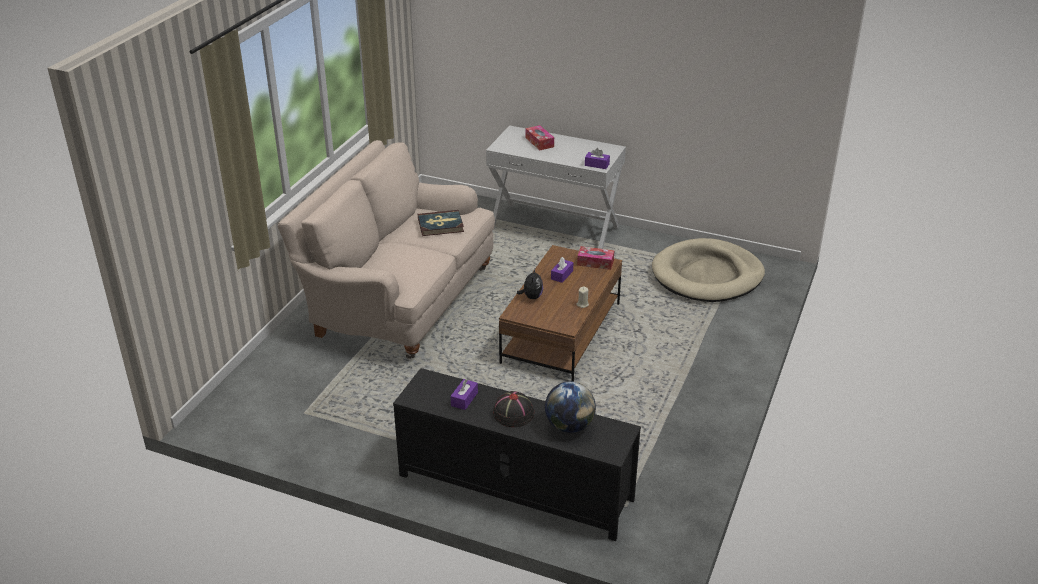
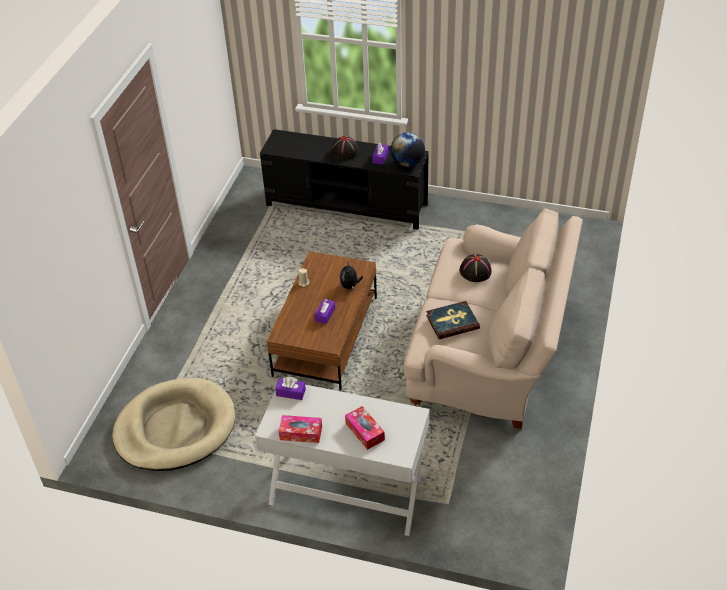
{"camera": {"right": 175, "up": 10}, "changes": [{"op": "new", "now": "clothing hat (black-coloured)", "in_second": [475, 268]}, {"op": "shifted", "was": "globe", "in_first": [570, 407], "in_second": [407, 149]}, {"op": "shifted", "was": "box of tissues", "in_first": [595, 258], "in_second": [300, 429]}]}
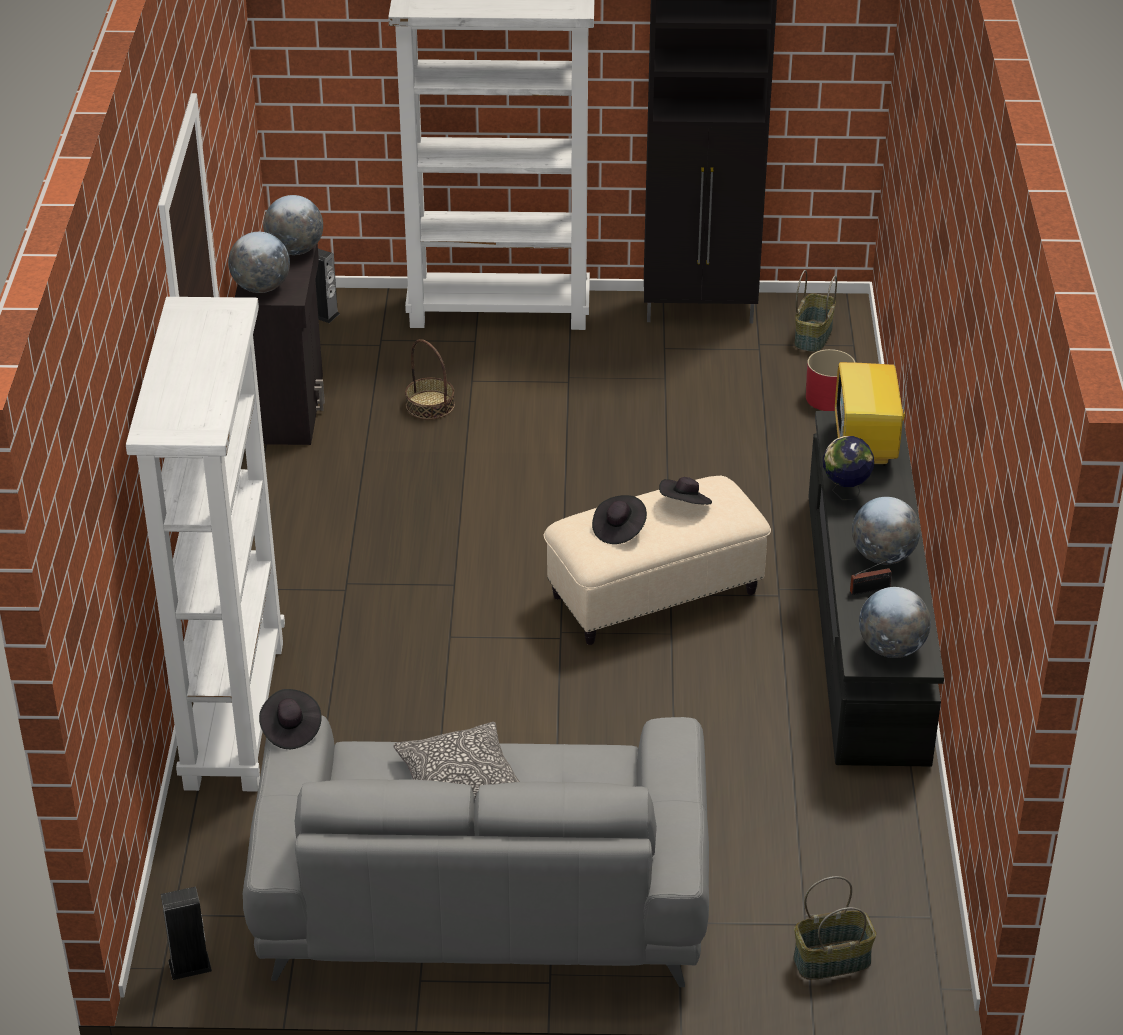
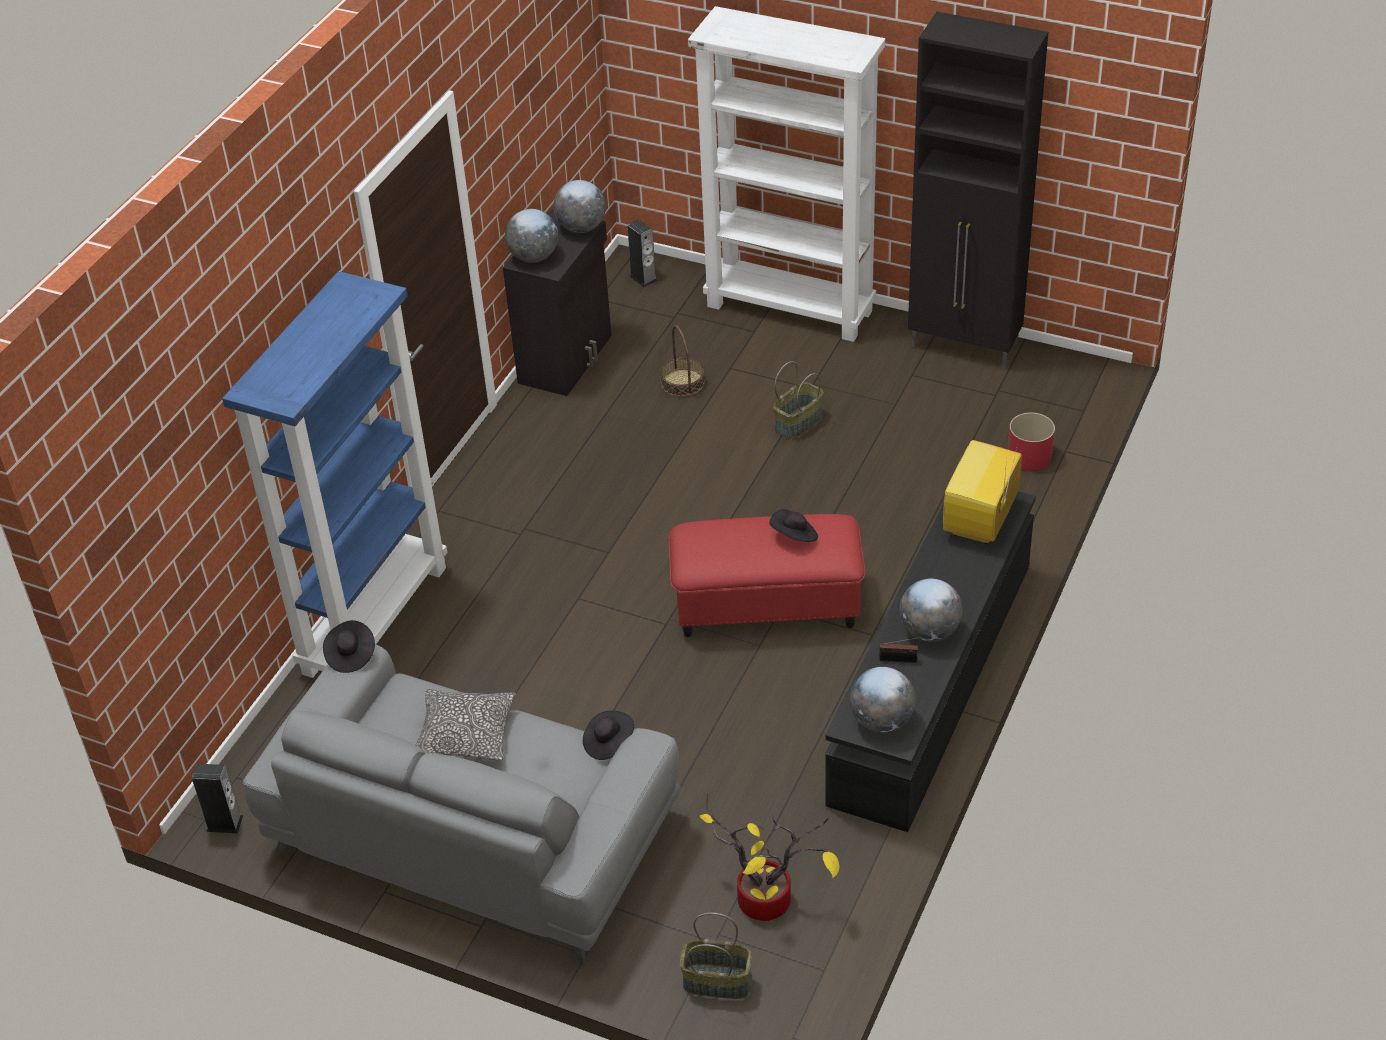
{"camera": {"right": 25, "up": 5}, "changes": [{"op": "gone", "was": "globe", "in_first": [848, 468]}, {"op": "new", "now": "potted plant", "in_second": [769, 857]}, {"op": "shifted", "was": "clothing hat (black-coloured)", "in_first": [619, 519], "in_second": [608, 735]}, {"op": "shifted", "was": "household basket", "in_first": [815, 311], "in_second": [798, 400]}, {"op": "repainted", "was": "bookshelf (white-coloured)", "now": "bookshelf (blue)", "in_first": [205, 544], "in_second": [335, 474]}, {"op": "repainted", "was": "pouffe (sand-coloured)", "now": "pouffe (red)", "in_first": [657, 560], "in_second": [767, 575]}]}
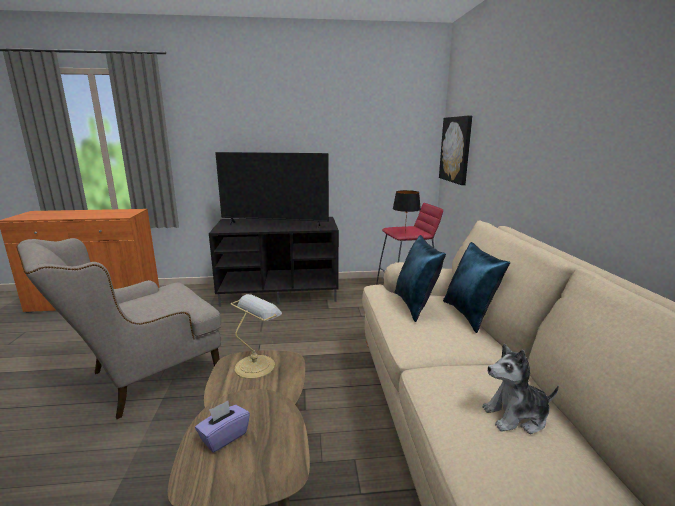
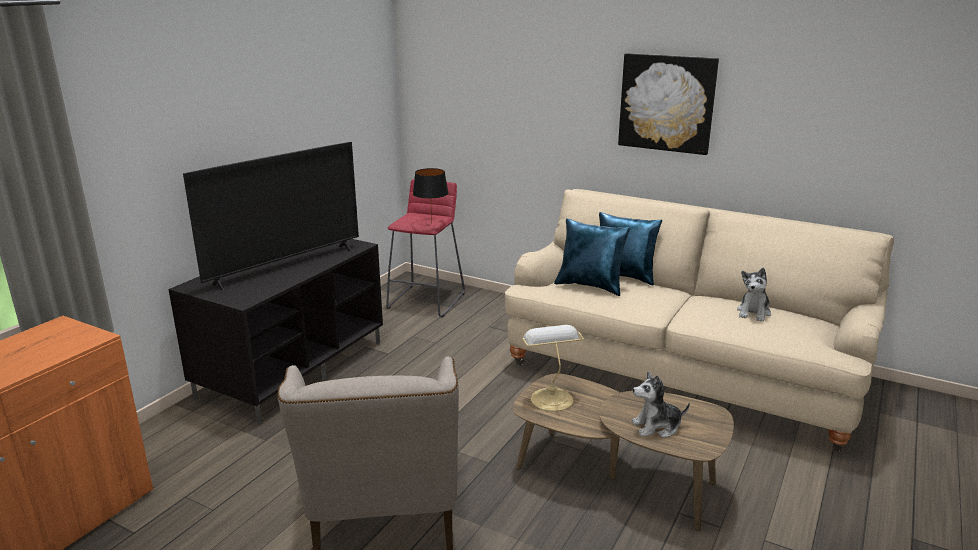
{"camera": {"right": -55, "up": 5}, "changes": [{"op": "shifted", "was": "wall picture", "in_first": [455, 150], "in_second": [668, 104]}, {"op": "swapped", "was": "box of tissues (purplish)", "now": "cuddly toy", "in_first": [222, 427], "in_second": [660, 404]}]}
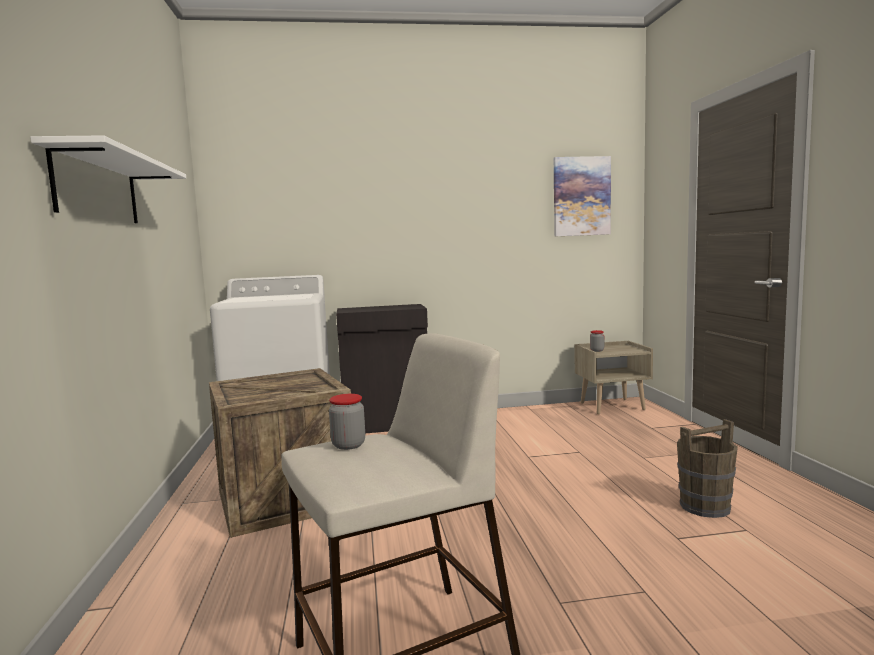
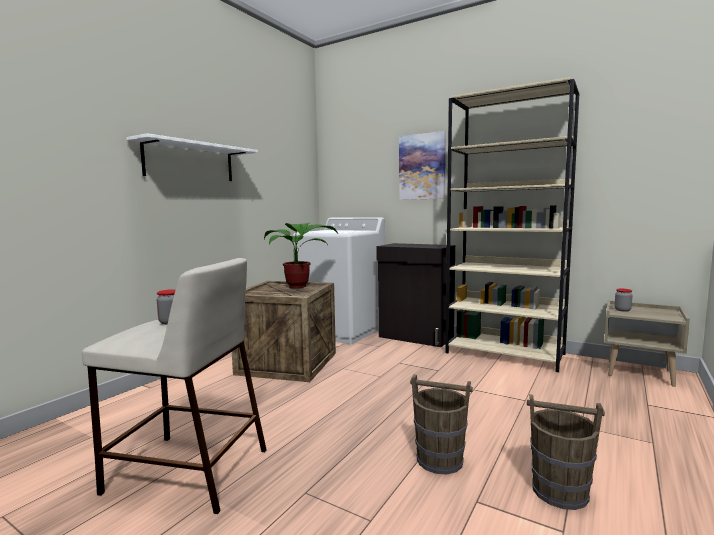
{"camera": {"right": 40, "up": 0}, "changes": [{"op": "new", "now": "potted plant", "in_second": [301, 255]}, {"op": "new", "now": "bucket (brown-coloured)", "in_second": [441, 424]}, {"op": "new", "now": "bookshelf (sand-coloured)", "in_second": [512, 224]}, {"op": "shifted", "was": "wall picture", "in_first": [582, 196], "in_second": [422, 165]}]}
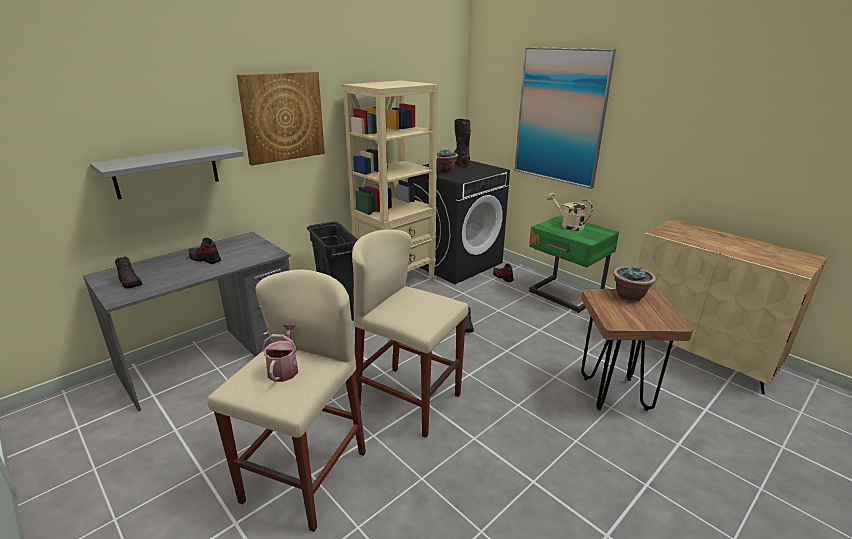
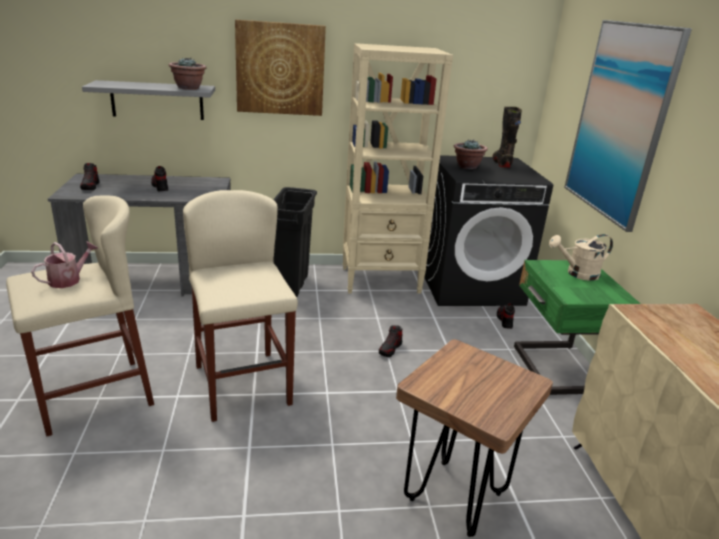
{"camera": {"right": 35, "up": 0}, "changes": [{"op": "shifted", "was": "potted plant", "in_first": [634, 283], "in_second": [187, 74]}, {"op": "rotated", "was": "sprinkling can (sand-coloured)", "in_first": [570, 212], "in_second": [581, 257], "clockwise": -90}]}
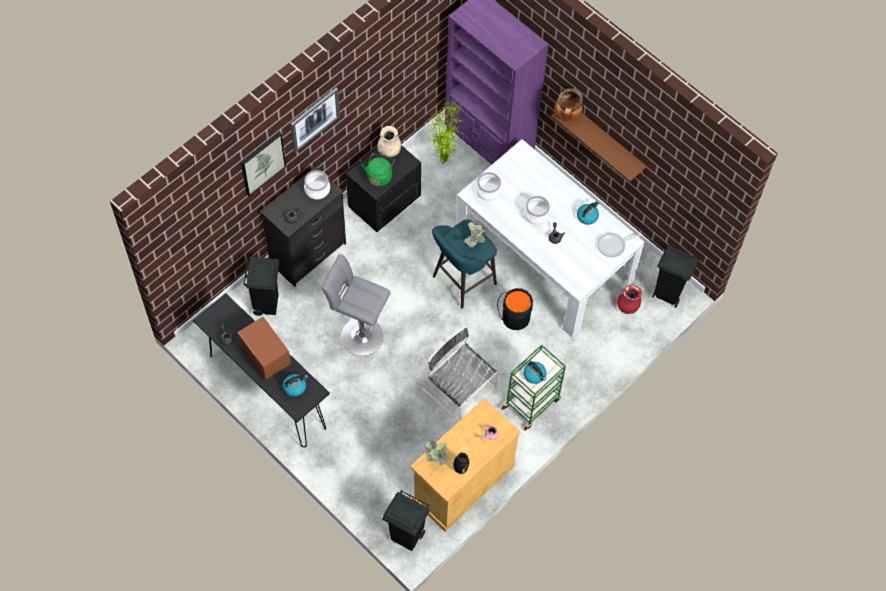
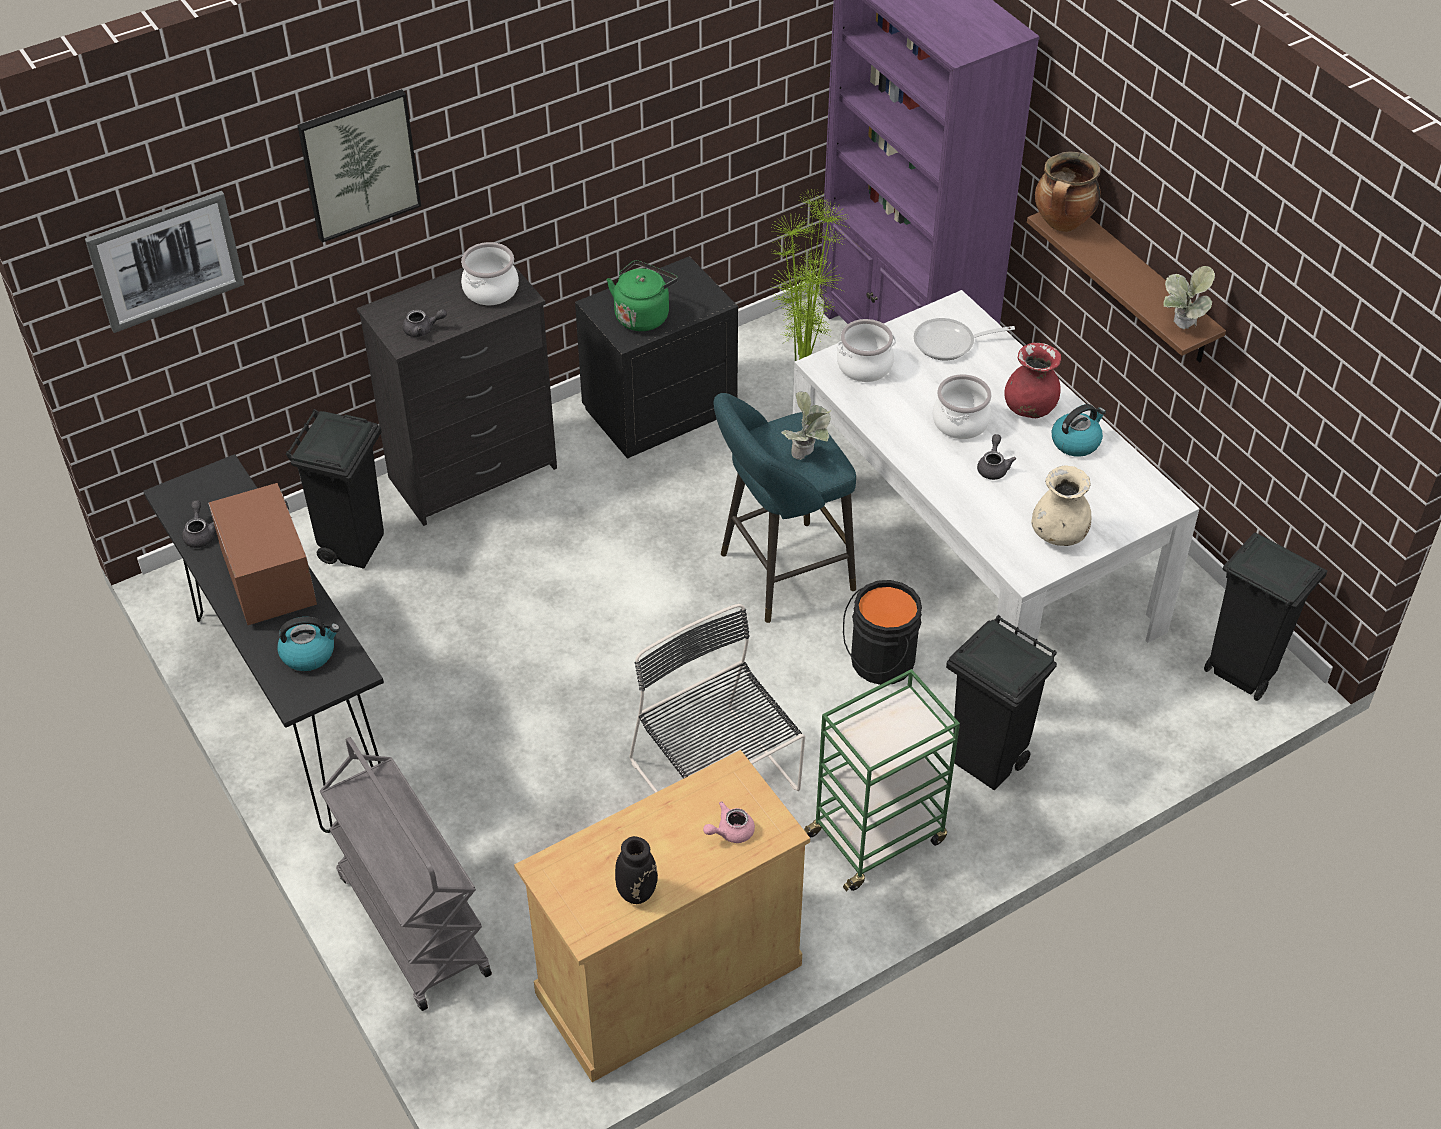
{"camera": {"right": 15, "up": -15}, "changes": [{"op": "gone", "was": "stool (grey)", "in_first": [356, 305]}, {"op": "gone", "was": "tea kettle", "in_first": [534, 372]}, {"op": "new", "now": "trolley (grey)", "in_second": [406, 874]}, {"op": "shifted", "was": "wall picture", "in_first": [315, 120], "in_second": [165, 262]}, {"op": "shifted", "was": "vase (sand-coloured)", "in_first": [389, 141], "in_second": [1061, 505]}, {"op": "shifted", "was": "waste bin (black-coloured)", "in_first": [406, 520], "in_second": [1001, 702]}, {"op": "shifted", "was": "potted plant", "in_first": [437, 452], "in_second": [1189, 298]}, {"op": "shifted", "was": "frying pan", "in_first": [619, 245], "in_second": [964, 339]}, {"op": "shifted", "was": "vase (red)", "in_first": [629, 299], "in_second": [1032, 380]}]}
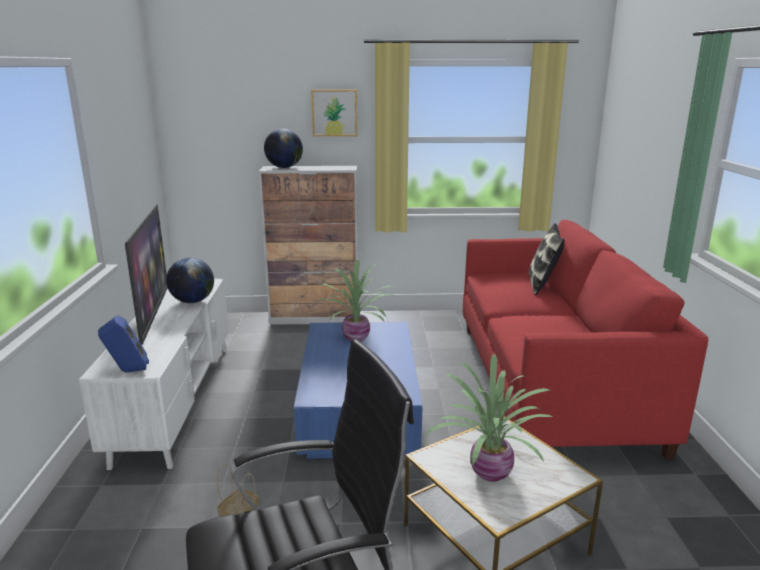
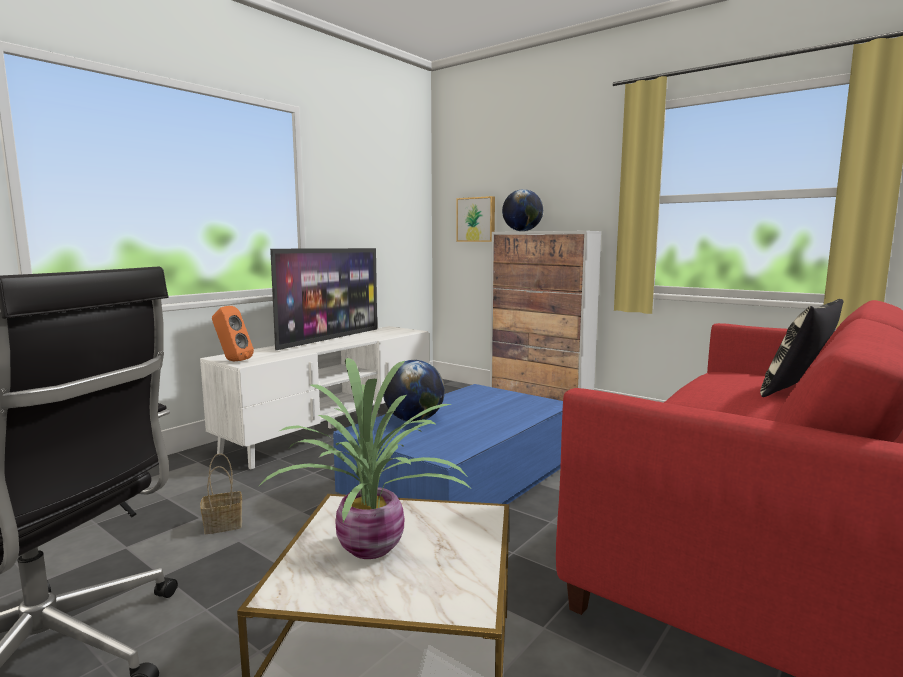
{"camera": {"right": 40, "up": -10}, "changes": [{"op": "gone", "was": "potted plant", "in_first": [355, 300]}, {"op": "shifted", "was": "globe", "in_first": [190, 280], "in_second": [414, 391]}, {"op": "shifted", "was": "wall picture", "in_first": [334, 113], "in_second": [475, 219]}, {"op": "repainted", "was": "audio speaker (blue)", "now": "audio speaker (orangey)", "in_first": [123, 343], "in_second": [233, 333]}]}
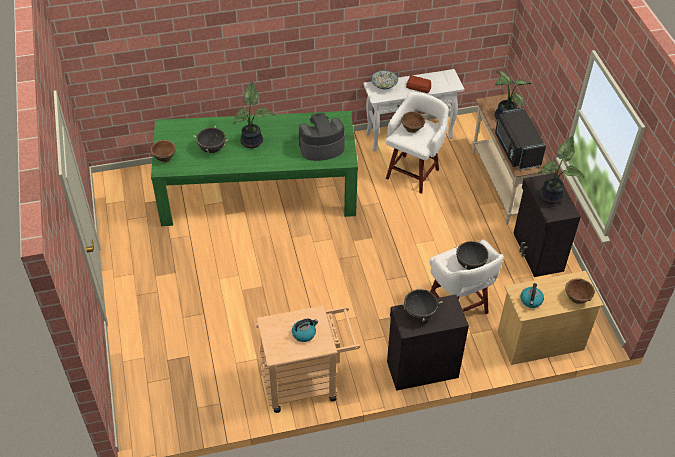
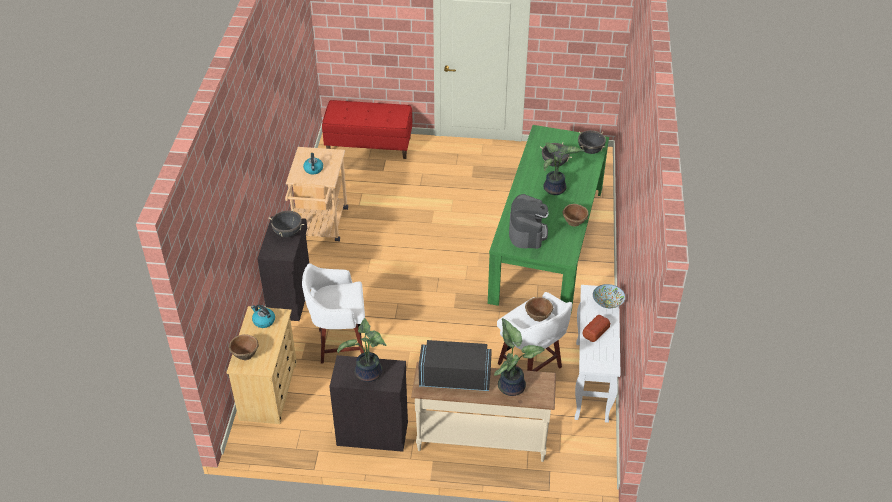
{"camera": {"right": 110, "up": -5}, "changes": [{"op": "new", "now": "bench (red)", "in_second": [367, 129]}, {"op": "shifted", "was": "serving bowl (brown-coloured)", "in_first": [163, 151], "in_second": [575, 215]}, {"op": "shifted", "was": "stockpot (black-coloured)", "in_first": [472, 255], "in_second": [592, 142]}]}
